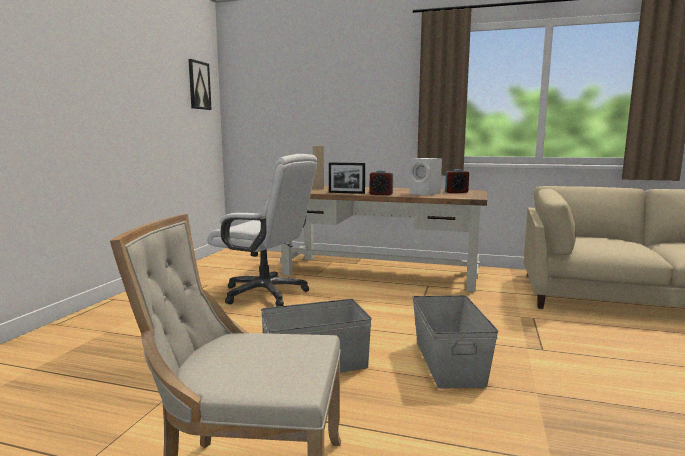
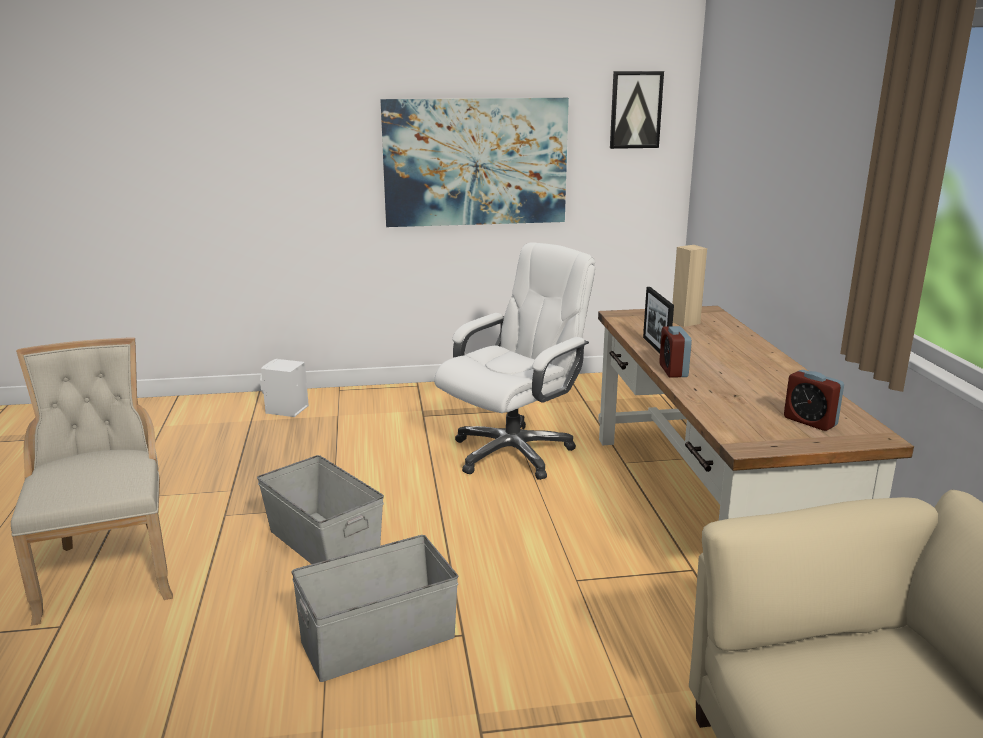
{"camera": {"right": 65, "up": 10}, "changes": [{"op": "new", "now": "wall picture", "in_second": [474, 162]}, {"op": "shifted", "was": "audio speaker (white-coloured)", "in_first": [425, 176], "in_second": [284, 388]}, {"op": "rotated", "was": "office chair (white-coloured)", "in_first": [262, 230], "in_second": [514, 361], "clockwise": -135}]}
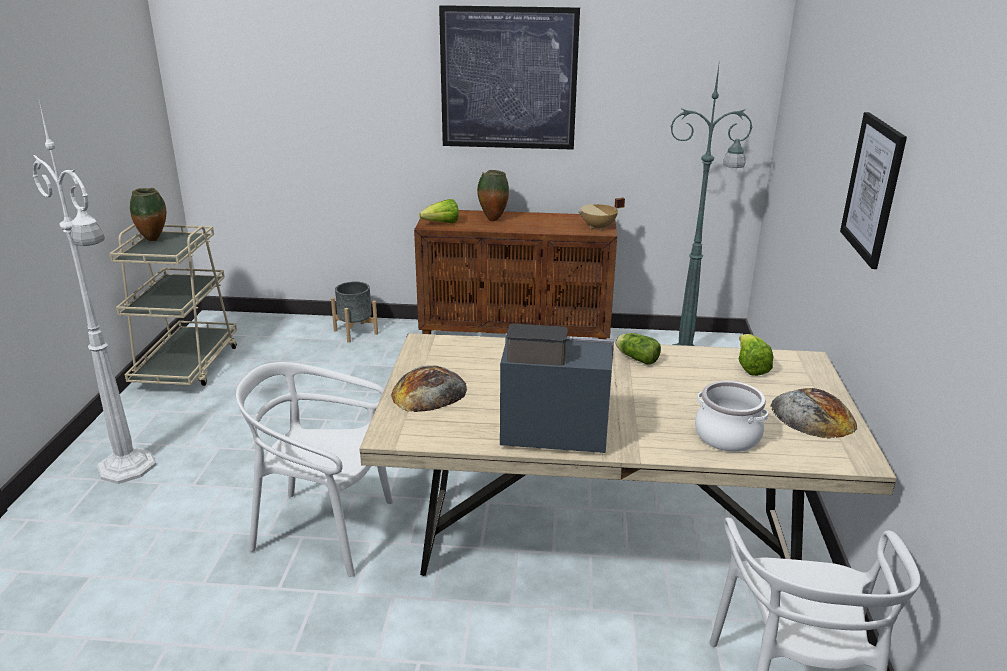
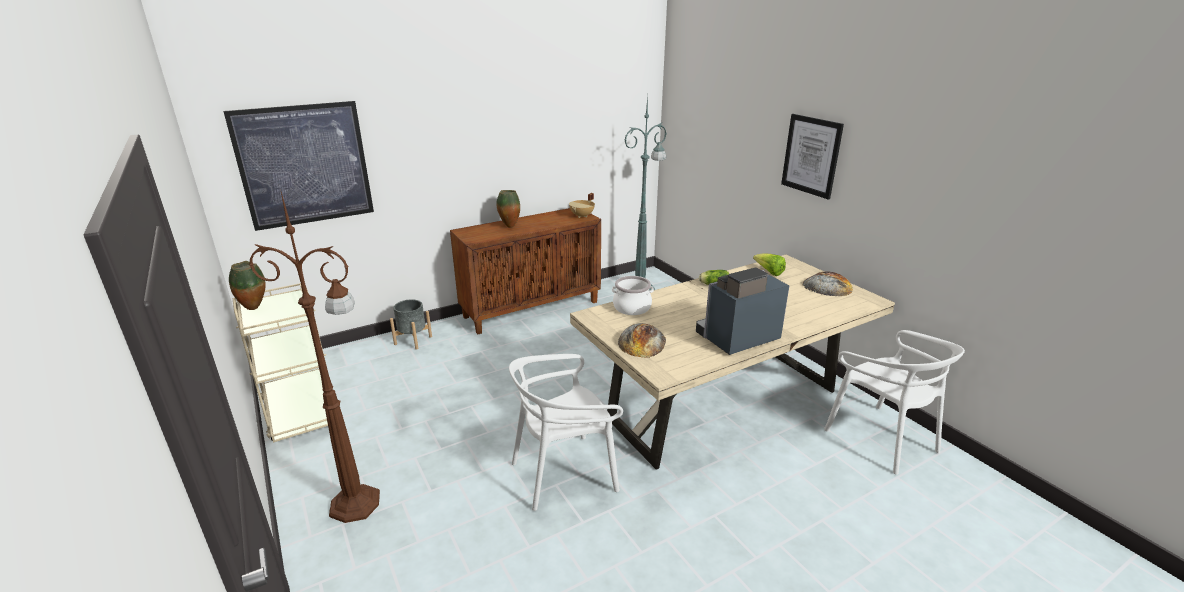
{"camera": {"right": -35, "up": 0}, "changes": [{"op": "gone", "was": "head of lettuce", "in_first": [439, 211]}, {"op": "shifted", "was": "wall picture", "in_first": [509, 77], "in_second": [298, 166]}, {"op": "shifted", "was": "stockpot", "in_first": [731, 416], "in_second": [633, 295]}, {"op": "repainted", "was": "floor lamp (white-coloured)", "now": "floor lamp (brown-coloured)", "in_first": [94, 292], "in_second": [314, 357]}]}
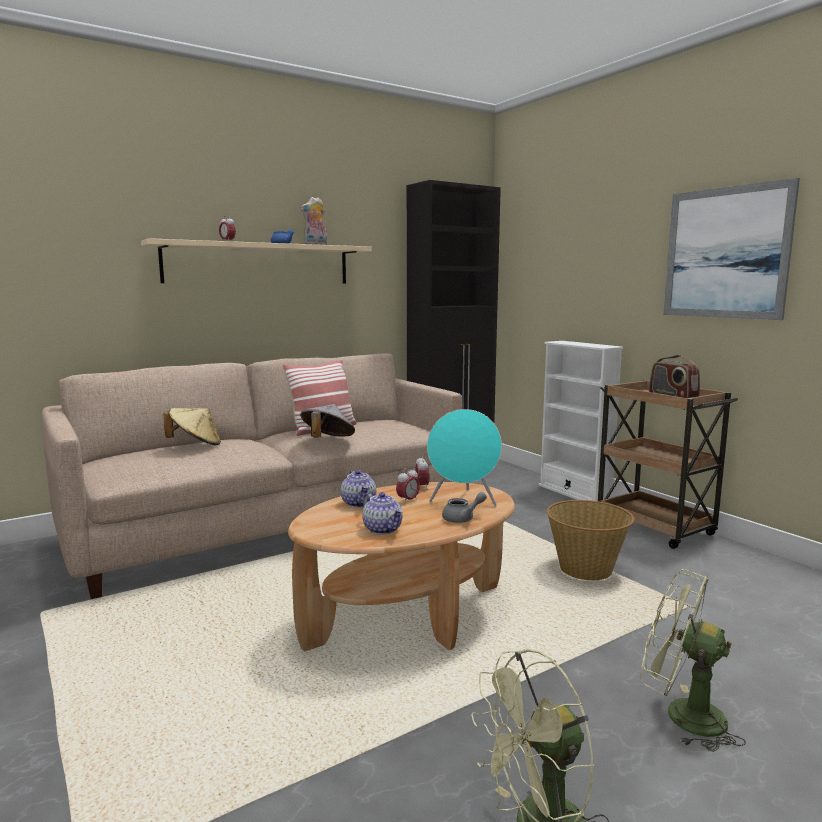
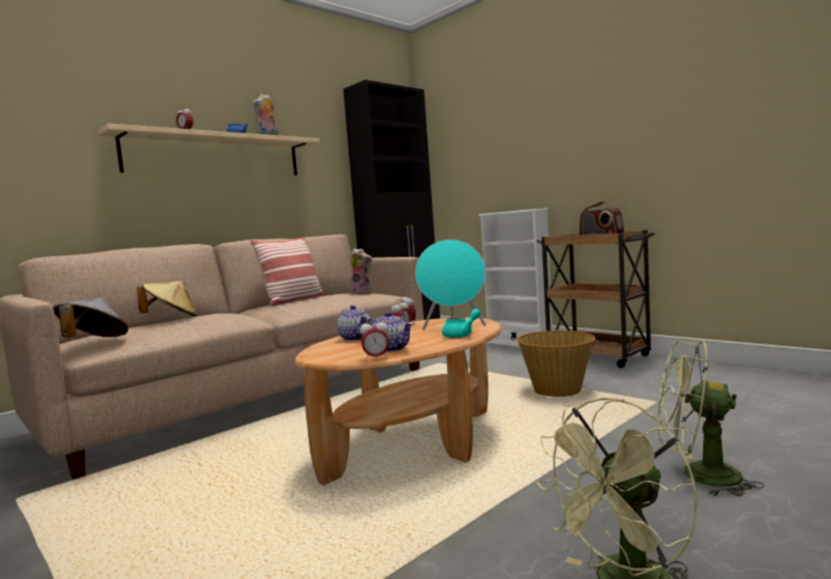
{"camera": {"right": -10, "up": -5}, "changes": [{"op": "gone", "was": "wall picture", "in_first": [731, 249]}, {"op": "new", "now": "cuddly toy", "in_second": [361, 271]}, {"op": "new", "now": "alarm clock", "in_second": [374, 339]}, {"op": "shifted", "was": "clothing hat (grey)", "in_first": [327, 421], "in_second": [90, 318]}, {"op": "repainted", "was": "pot for tea (grey)", "now": "pot for tea (turquoise)", "in_first": [464, 507], "in_second": [461, 323]}]}
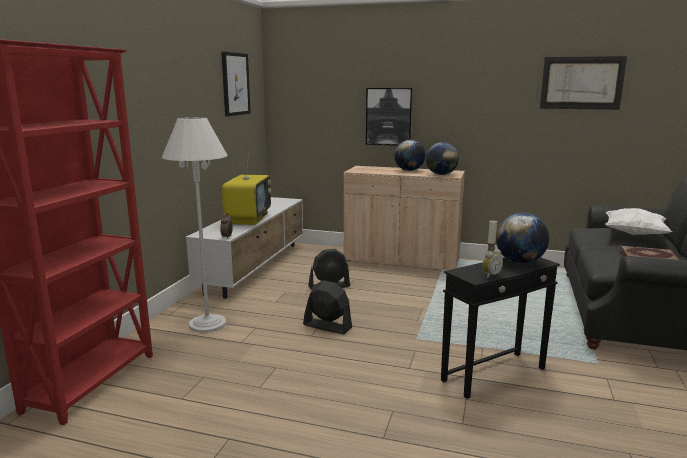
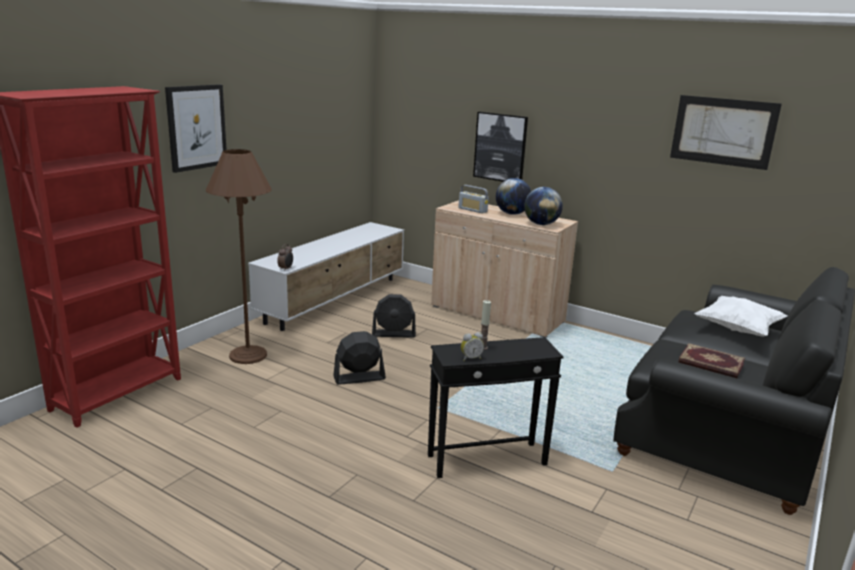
{"camera": {"right": 15, "up": 5}, "changes": [{"op": "gone", "was": "TV set", "in_first": [247, 189]}, {"op": "gone", "was": "globe", "in_first": [522, 238]}, {"op": "new", "now": "radio", "in_second": [473, 199]}, {"op": "shifted", "was": "wall picture", "in_first": [236, 84], "in_second": [196, 128]}, {"op": "repainted", "was": "floor lamp (white-coloured)", "now": "floor lamp (brown-coloured)", "in_first": [194, 225], "in_second": [238, 256]}, {"op": "rotated", "was": "electric fan (black-coloured)", "in_first": [327, 307], "in_second": [359, 358], "clockwise": -60}]}
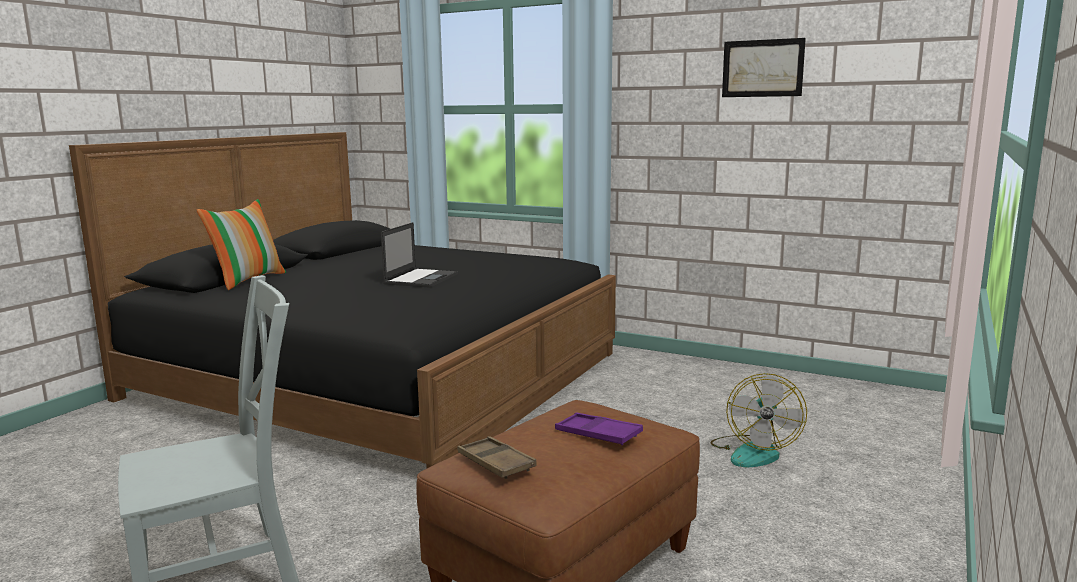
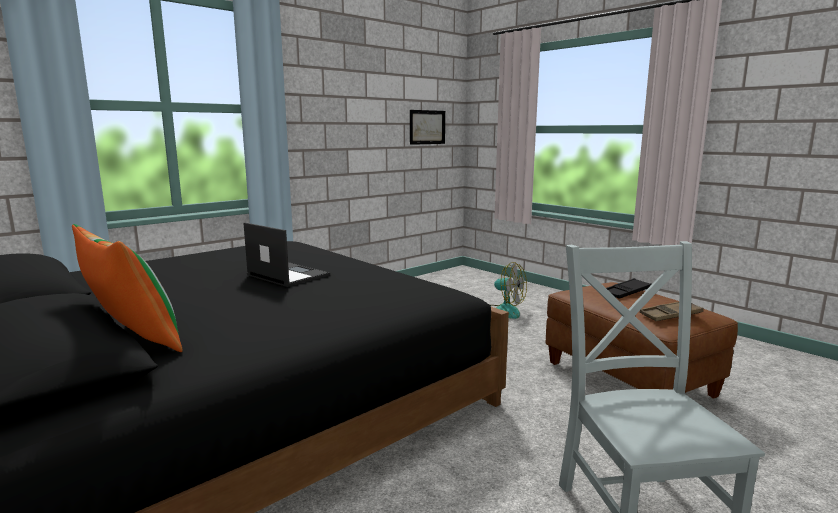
{"camera": {"right": -70, "up": 0}, "changes": [{"op": "shifted", "was": "wall picture", "in_first": [764, 67], "in_second": [427, 127]}, {"op": "repainted", "was": "serving tray (purplish)", "now": "serving tray (black-coloured)", "in_first": [599, 429], "in_second": [629, 288]}]}
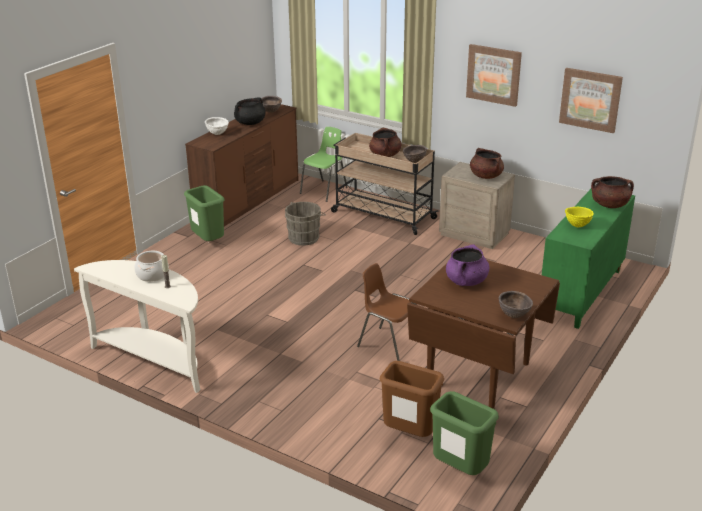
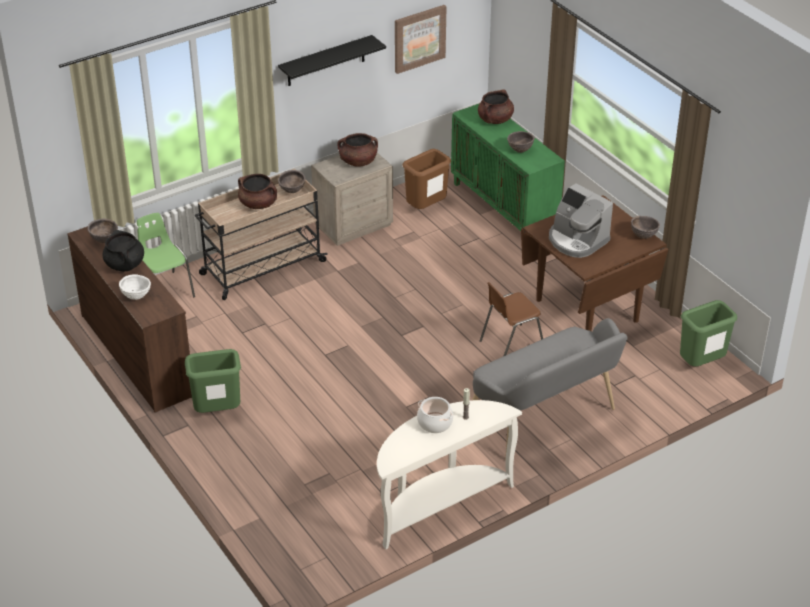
{"camera": {"right": -65, "up": 10}, "changes": [{"op": "gone", "was": "bucket (grey)", "in_first": [305, 224]}, {"op": "new", "now": "bench (grey)", "in_second": [550, 389]}, {"op": "shifted", "was": "waste bin (brown-coloured)", "in_first": [411, 399], "in_second": [426, 179]}, {"op": "swapped", "was": "stockpot (purplish)", "now": "coffee machine", "in_first": [467, 265], "in_second": [581, 221]}, {"op": "swapped", "was": "wall picture", "now": "shelf (black-coloured)", "in_first": [494, 75], "in_second": [332, 60]}, {"op": "repainted", "was": "serving bowl (yellow-coloured)", "now": "serving bowl (brown-coloured)", "in_first": [579, 217], "in_second": [521, 142]}]}
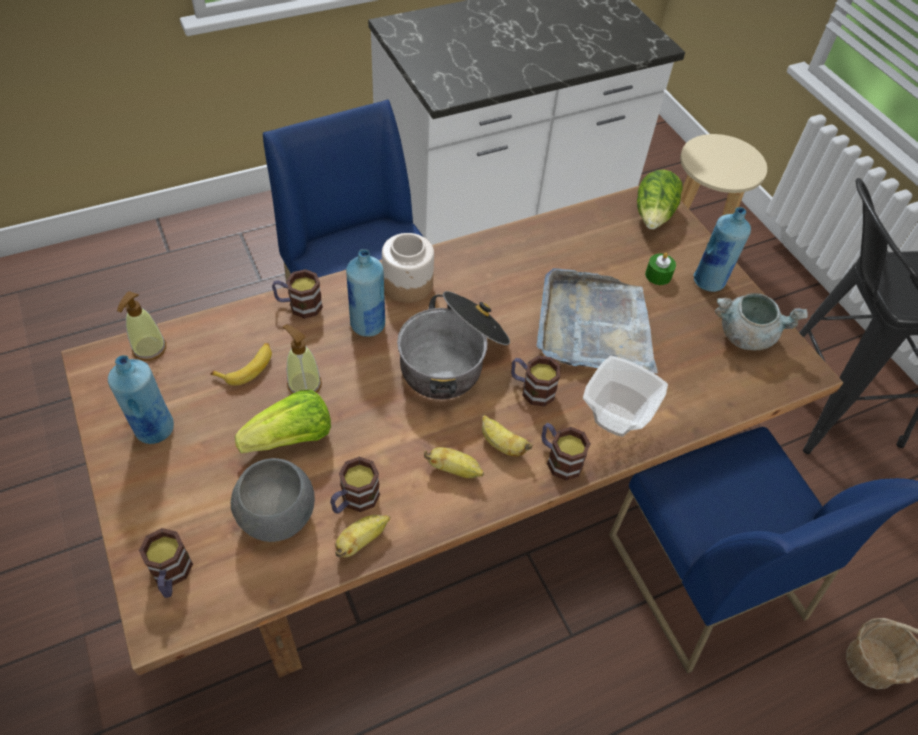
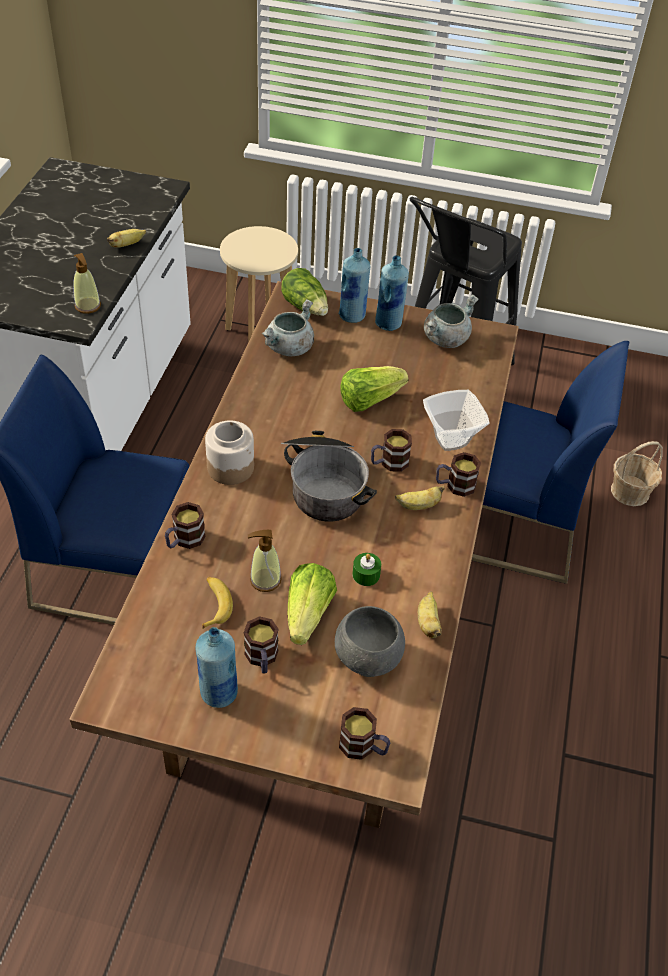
{"camera": {"right": -50, "up": -5}, "changes": [{"op": "new", "now": "stockpot (grey)", "in_second": [288, 327]}, {"op": "shifted", "was": "liquid soap bottle", "in_first": [141, 326], "in_second": [87, 283]}, {"op": "shifted", "was": "mug", "in_first": [355, 485], "in_second": [261, 645]}, {"op": "shifted", "was": "bottle (blue)", "in_first": [365, 293], "in_second": [354, 285]}, {"op": "shifted", "was": "banana fruit", "in_first": [454, 462], "in_second": [126, 238]}, {"op": "shifted", "was": "wax candle (greenish)", "in_first": [660, 268], "in_second": [367, 569]}, {"op": "swapped", "was": "serving tray (grey)", "now": "head of lettuce", "in_first": [597, 320], "in_second": [374, 389]}]}
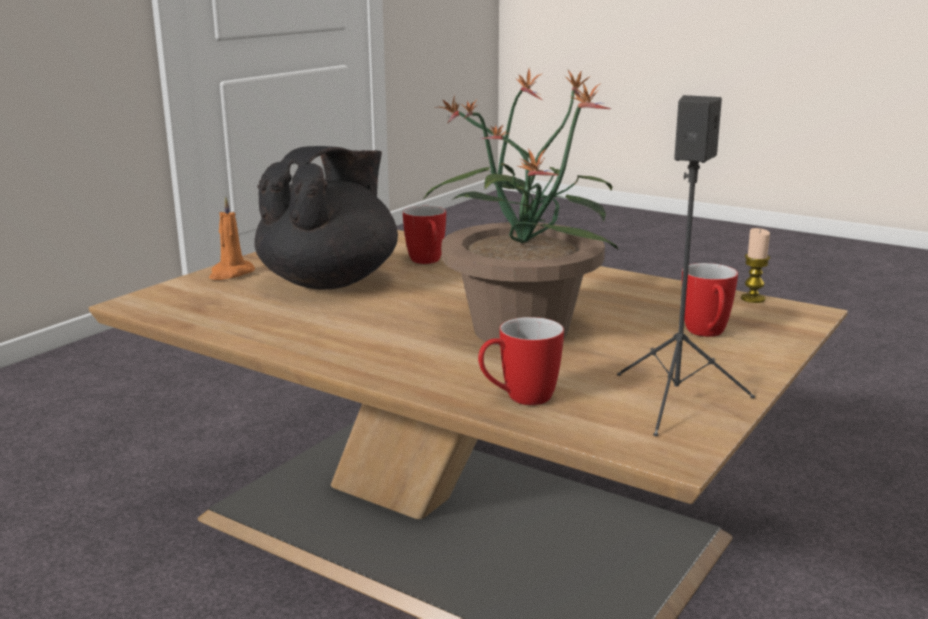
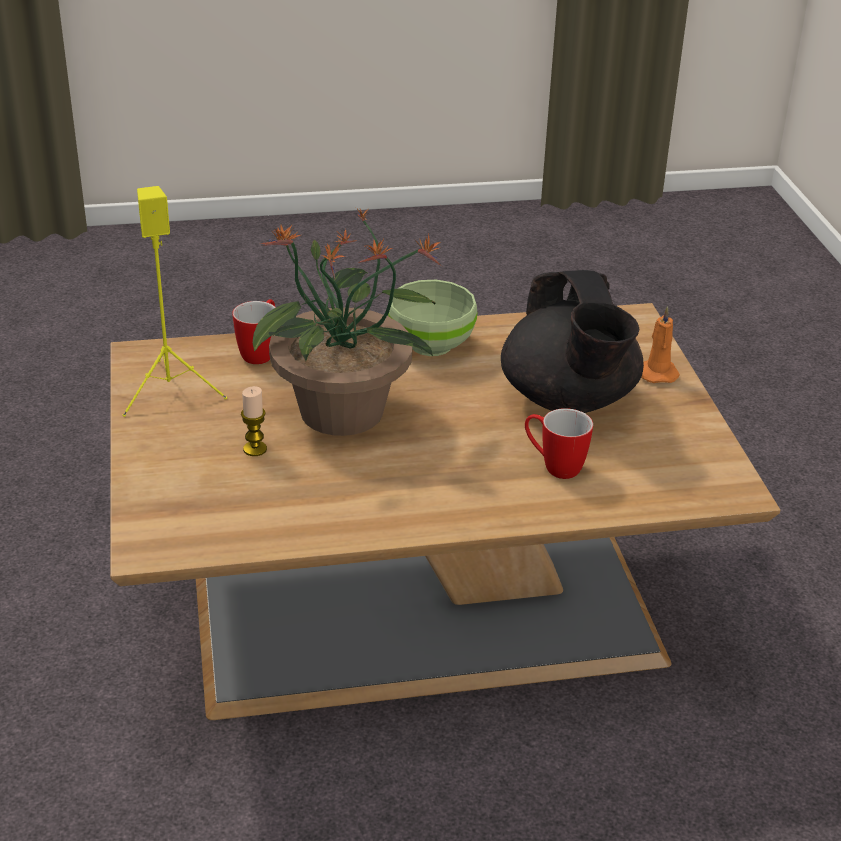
{"camera": {"right": 135, "up": 15}, "changes": [{"op": "gone", "was": "mug", "in_first": [710, 300]}, {"op": "new", "now": "serving bowl (greenish)", "in_second": [432, 318]}, {"op": "shifted", "was": "wax candle", "in_first": [755, 265], "in_second": [254, 421]}, {"op": "repainted", "was": "audio speaker (black-coloured)", "now": "audio speaker (yellow-coloured)", "in_first": [686, 265], "in_second": [175, 301]}]}
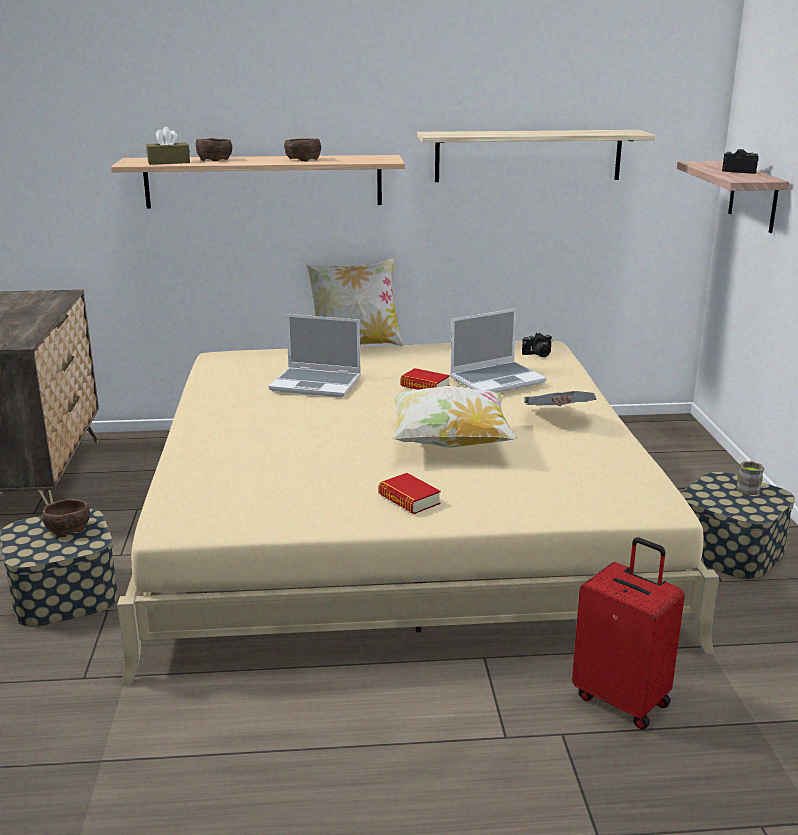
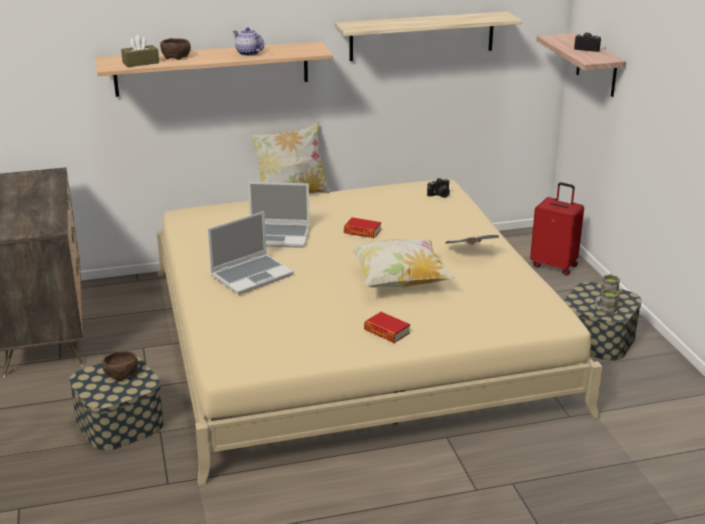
{"camera": {"right": -10, "up": 5}, "changes": [{"op": "new", "now": "mug (brown-coloured)", "in_second": [607, 301]}, {"op": "shifted", "was": "portable computer", "in_first": [498, 350], "in_second": [251, 253]}, {"op": "shifted", "was": "travel case (red)", "in_first": [628, 633], "in_second": [557, 229]}, {"op": "swapped", "was": "serving bowl (brown-coloured)", "now": "pot for tea", "in_first": [302, 150], "in_second": [248, 41]}]}
